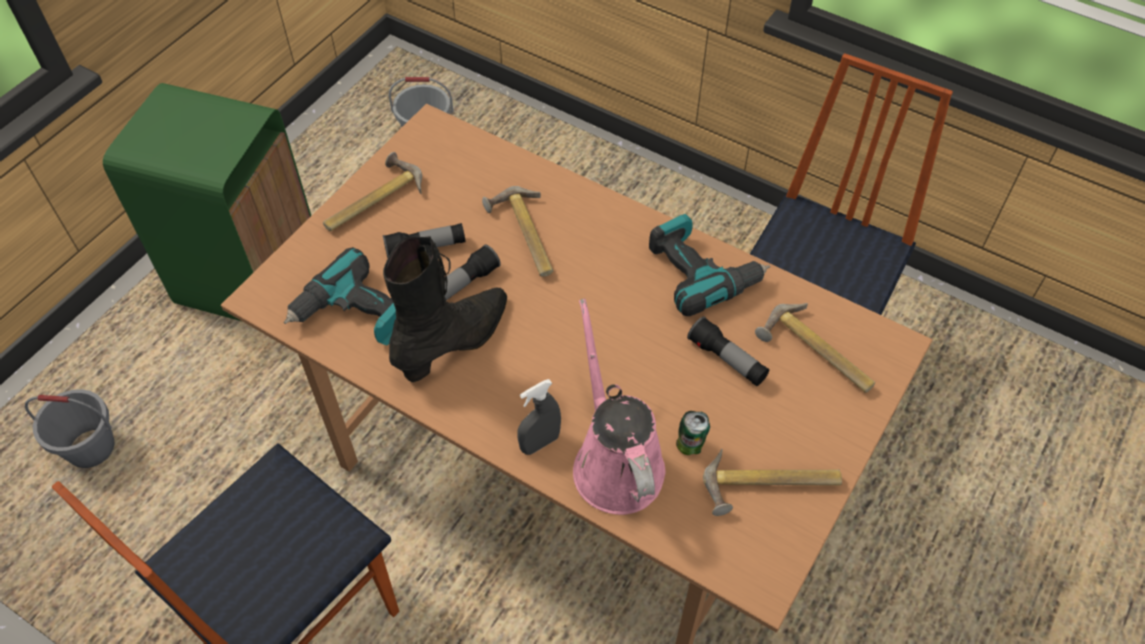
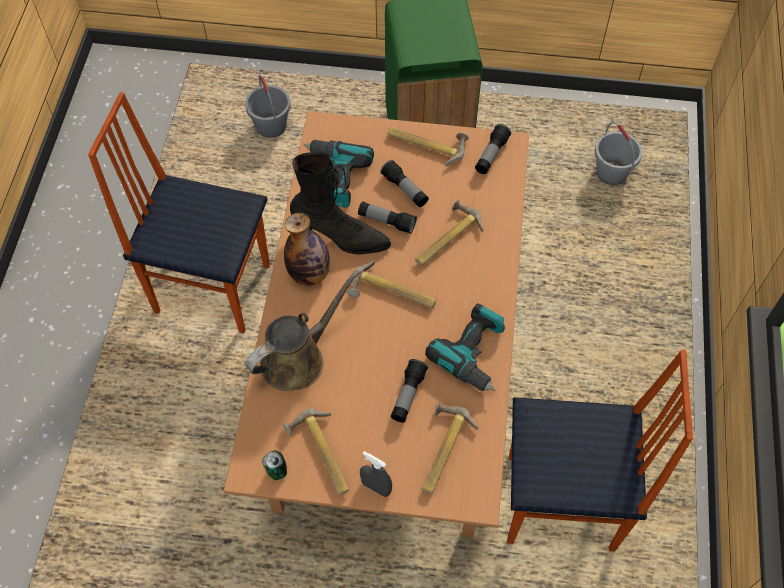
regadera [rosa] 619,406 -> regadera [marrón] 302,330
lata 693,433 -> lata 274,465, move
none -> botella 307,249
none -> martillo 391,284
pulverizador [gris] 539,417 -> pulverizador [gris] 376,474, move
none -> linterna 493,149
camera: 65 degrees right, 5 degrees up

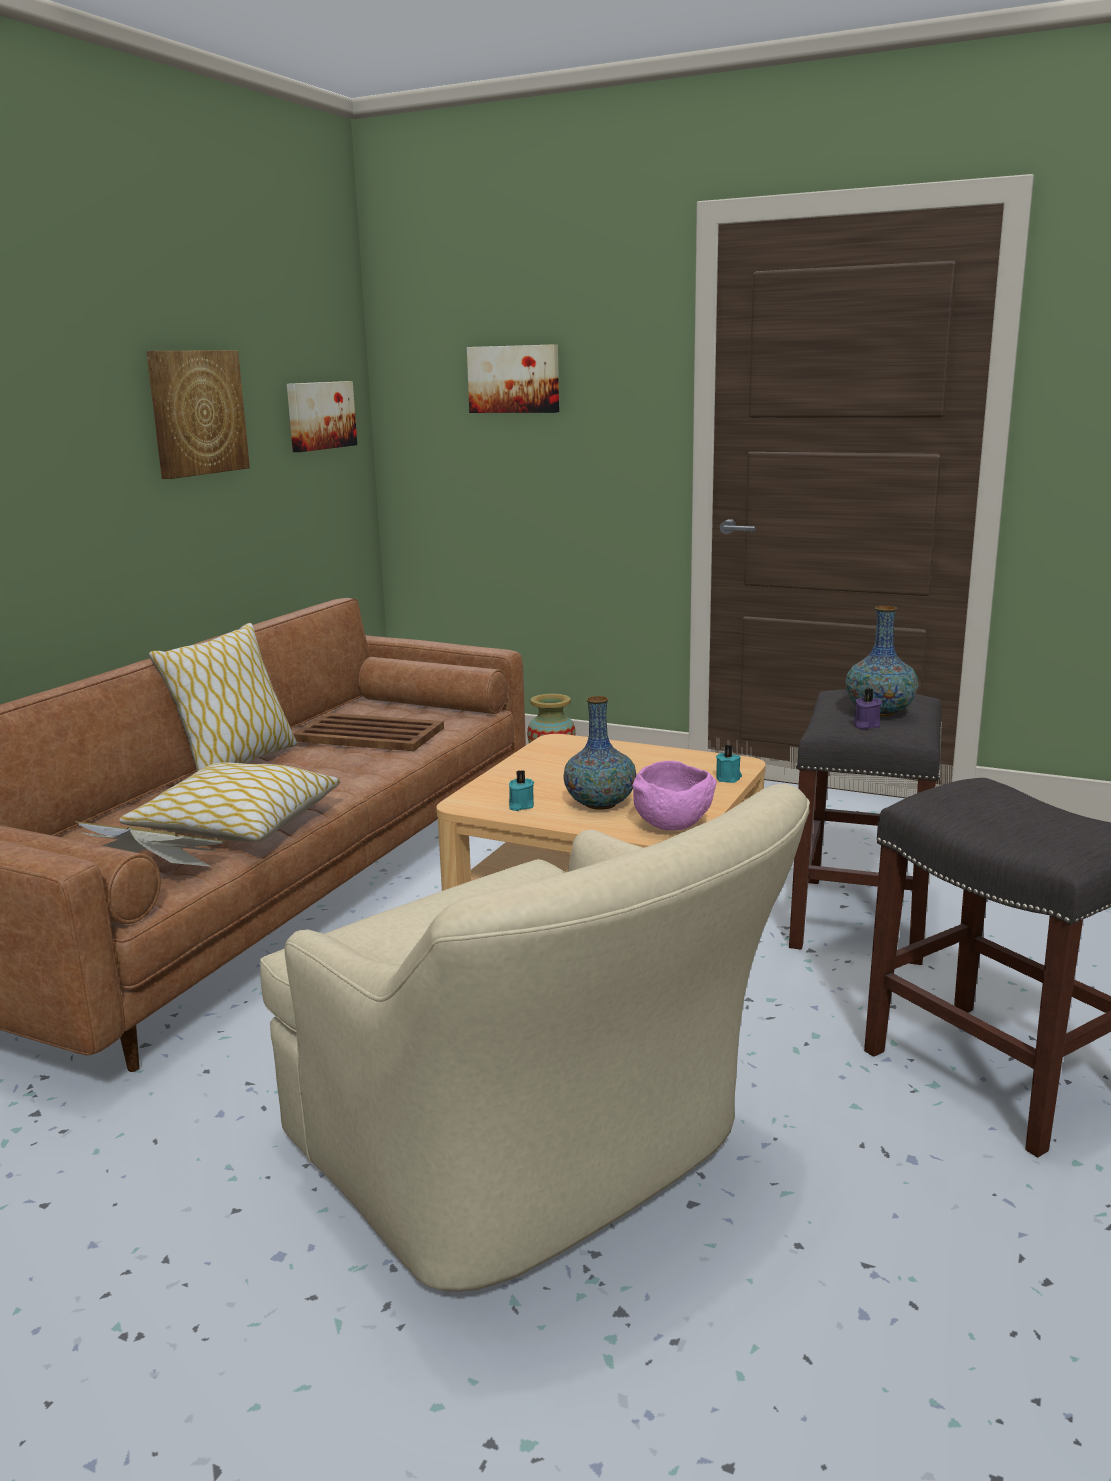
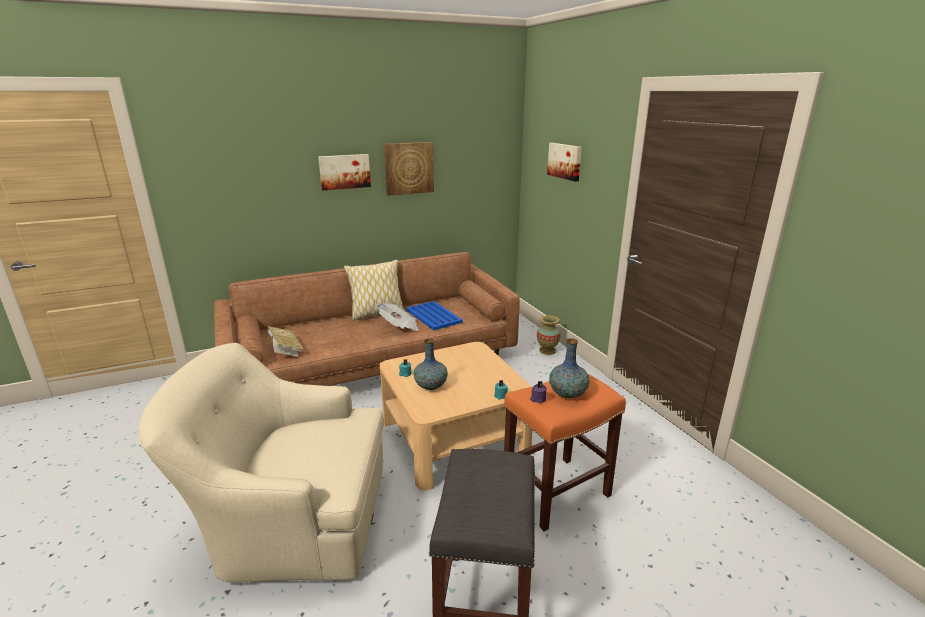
sillón [beis] 535,1038 -> sillón [beis] 261,462, 90 degrees clockwise
cuadro 322,416 -> cuadro 344,172, move
none -> periódico 397,317
bandeja [marrón] 368,732 -> bandeja [azul] 434,315
taburete [gris] 865,827 -> taburete [naranja] 565,452
cojín 229,802 -> none
cuenco [rosa] 674,796 -> none
camera: 40 degrees right, 5 degrees up

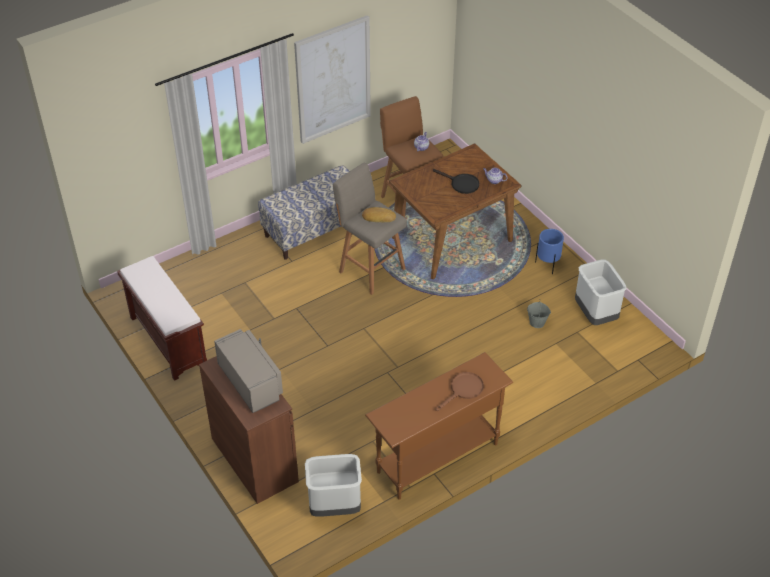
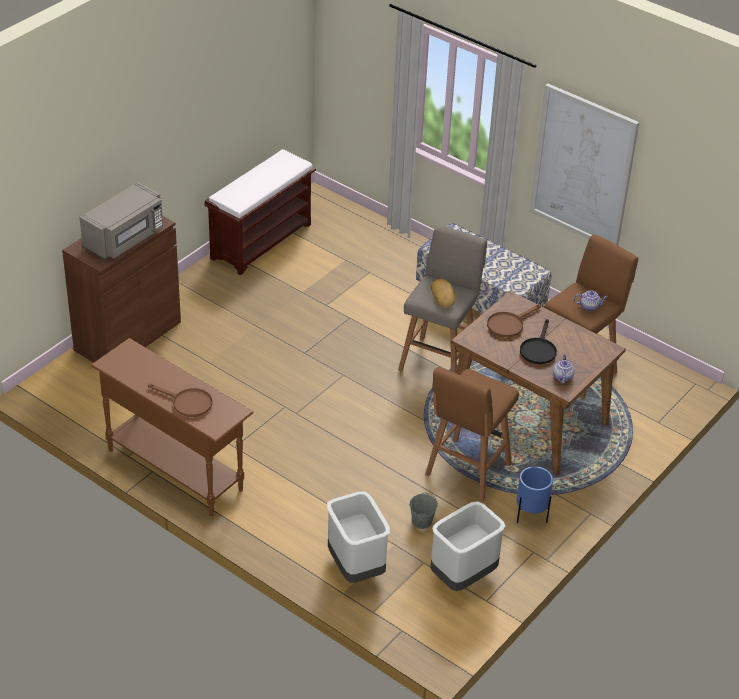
papelera [gris] 333,485 -> papelera [gris] 358,537, move
none -> taburete [marrón] 472,434
none -> sartén [marrón] 514,320
camera: 70 degrees right, 5 degrees down

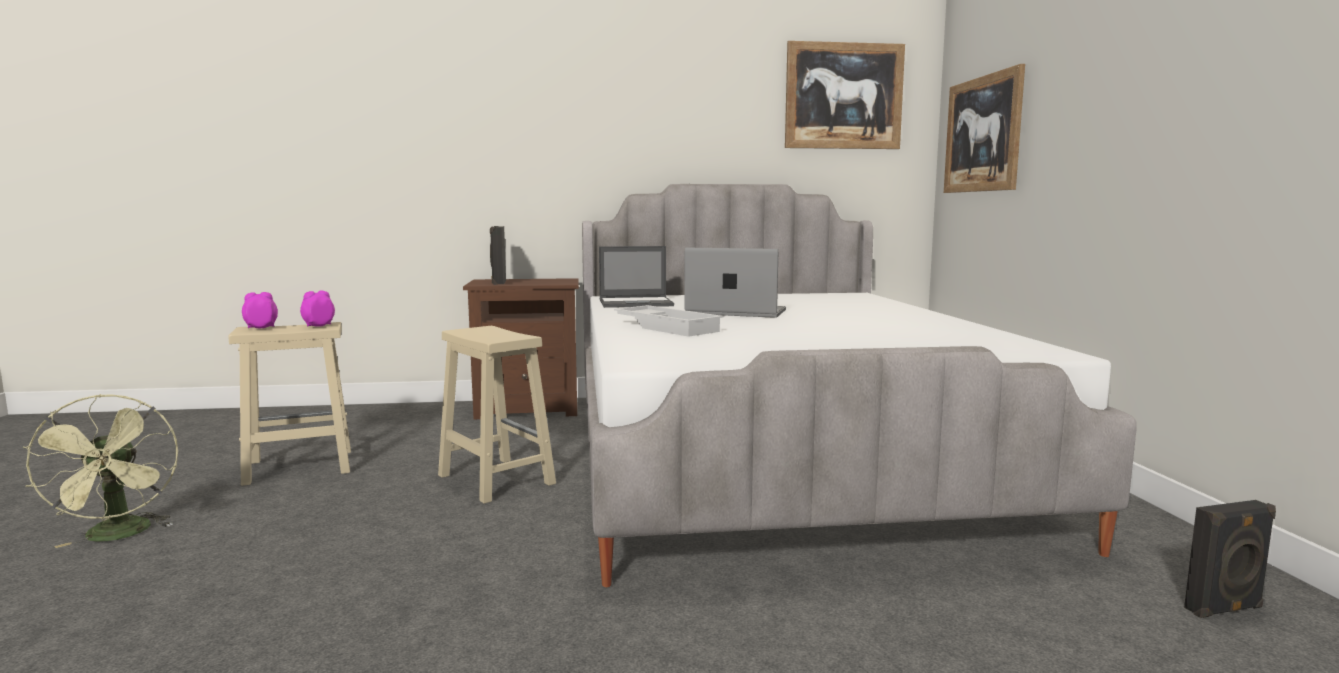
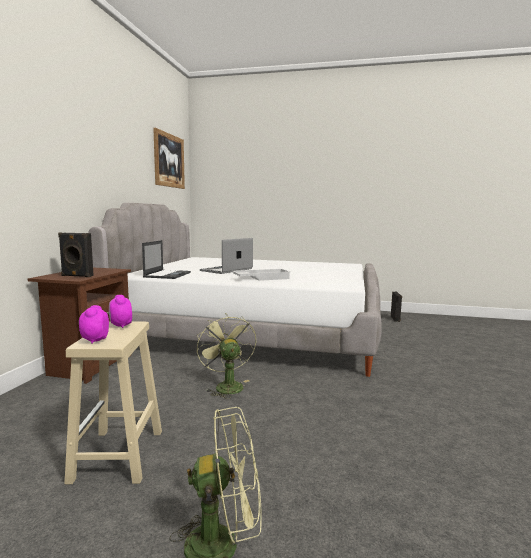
taburete [beis] 497,415 -> ventilador [verde] 226,356
cuadro 984,128 -> none
camera: 70 degrees left, 0 degrees up

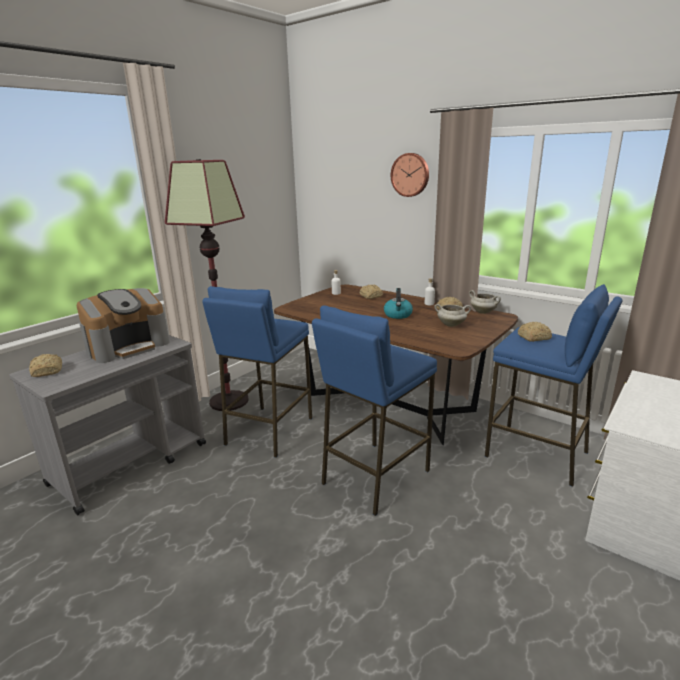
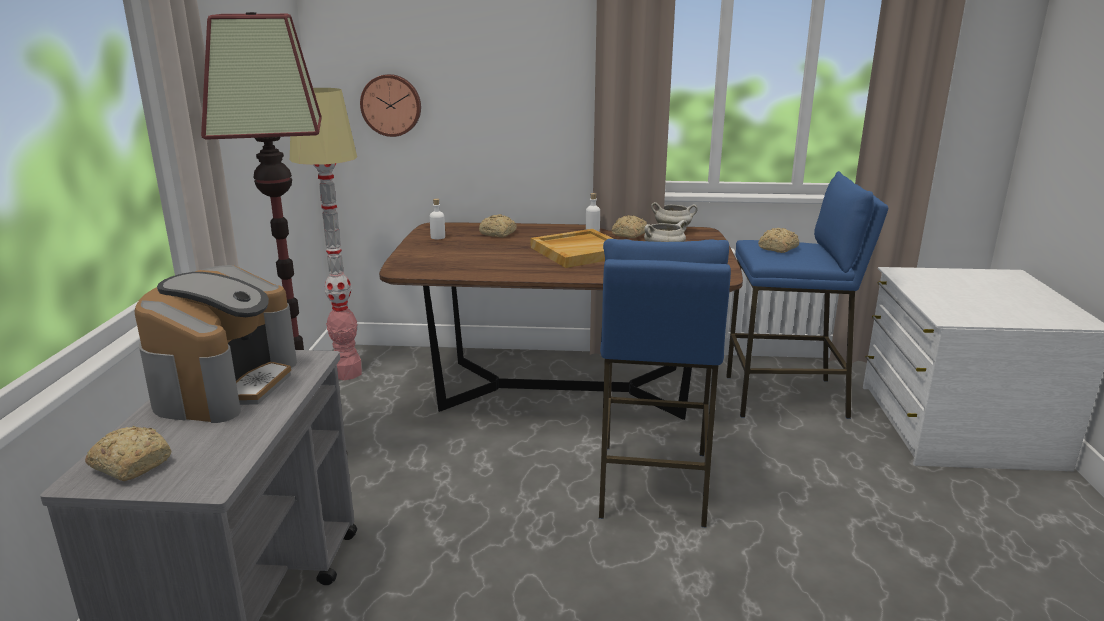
none -> lámpara de pie 326,234
reloj de pared 410,175 -> reloj de pared 390,105, move
hervidor 398,303 -> bandeja [beis] 572,248
taburete [azul] 257,372 -> none
camera: 35 degrees left, 0 degrees up

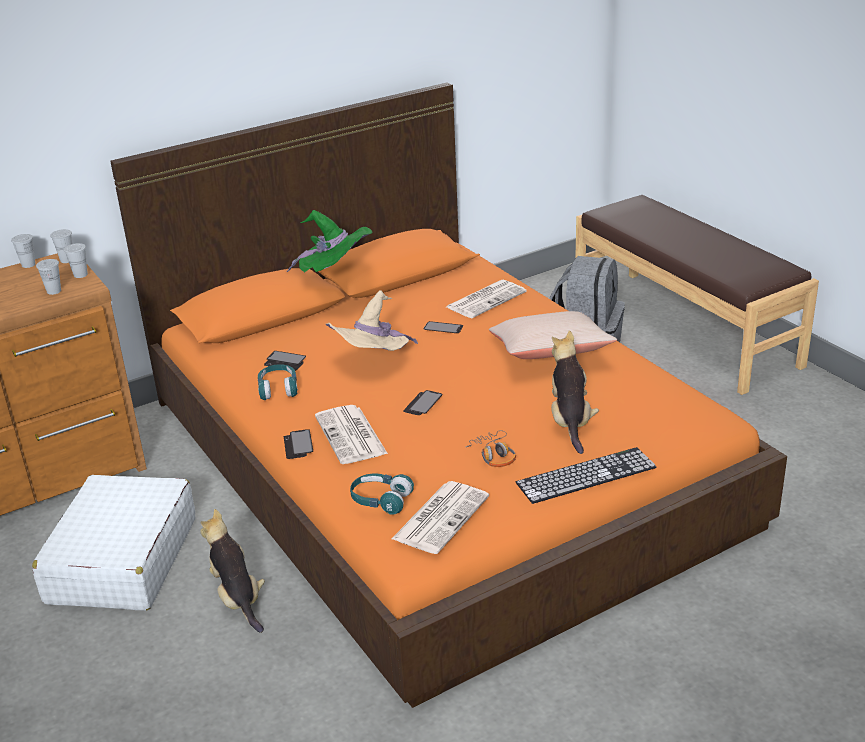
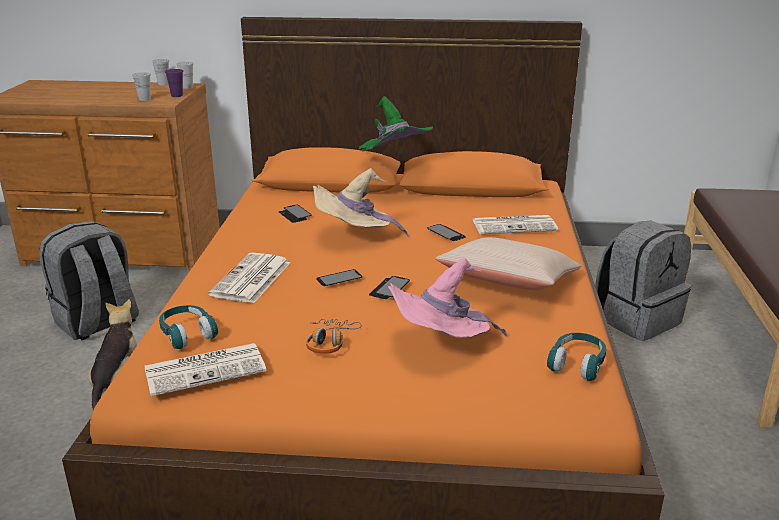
maleta [blanco] 113,543 -> mochila [gris] 89,280
taza [blanco] 76,260 -> taza [morado] 174,83
móvil 298,444 -> móvil 389,287, move
peluche 575,392 -> sombrero [rosa] 447,297
auriculares [turquesa] 278,382 -> auriculares [turquesa] 576,357, move
teclado 586,475 -> none
camera: 35 degrees right, 5 degrees down

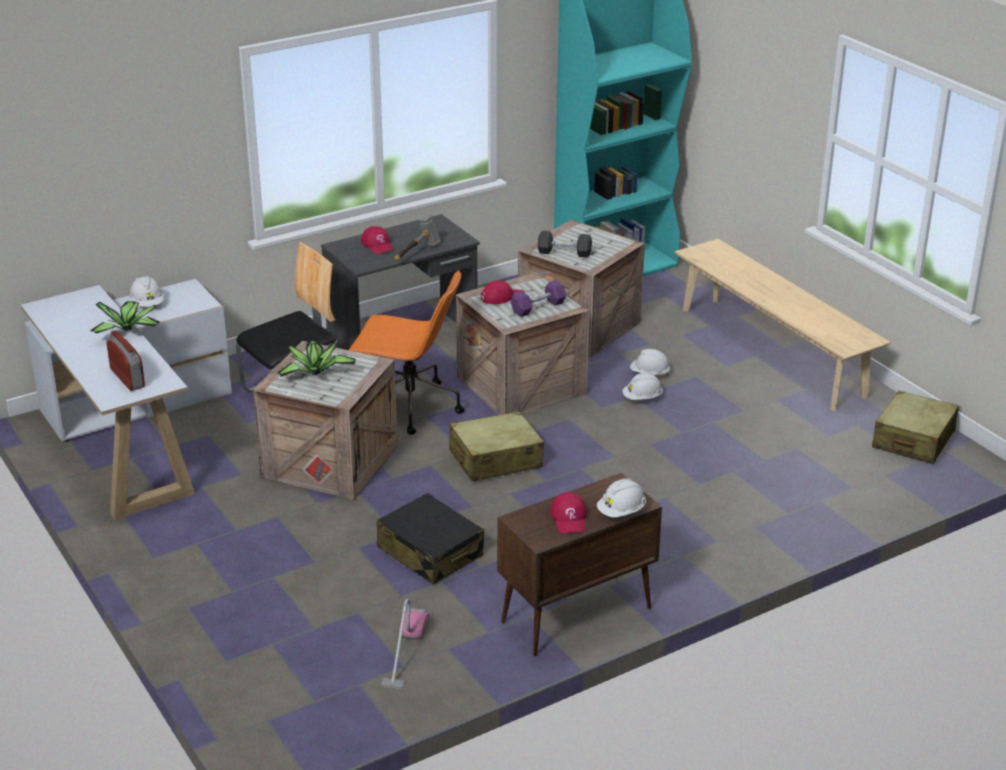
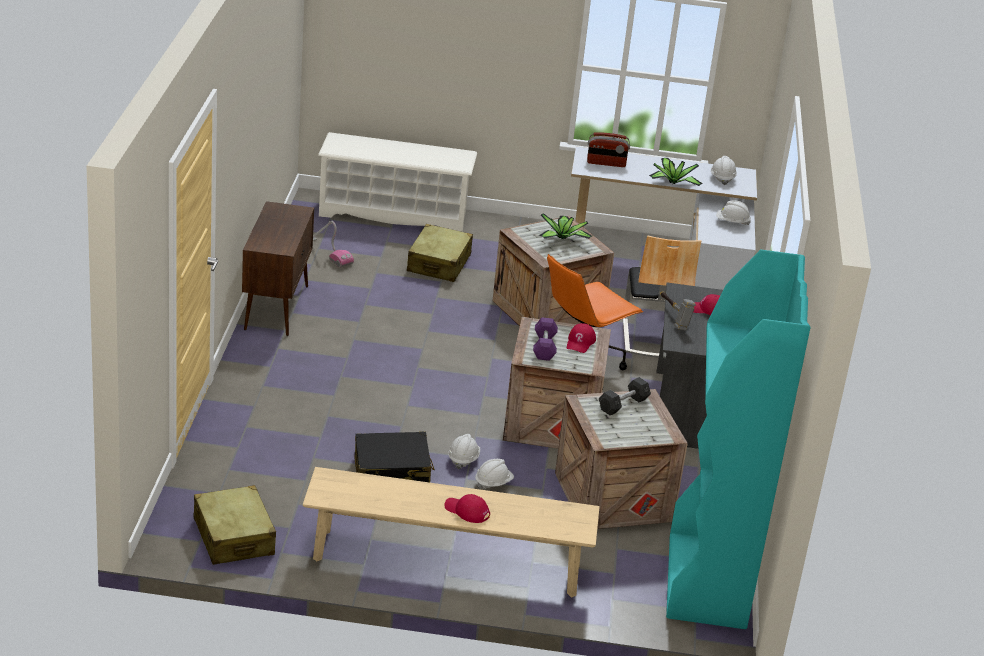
none -> zapatero [blanco] 397,182
maleta [negro] 430,539 -> maleta [negro] 394,457, move
maleta [beis] 496,446 -> maleta [beis] 440,253, move
gorra [rojo] 568,513 -> gorra [rojo] 467,508, move
casco [blanco] 621,497 -> casco [blanco] 724,170, move
camera: 125 degrees right, 0 degrees up

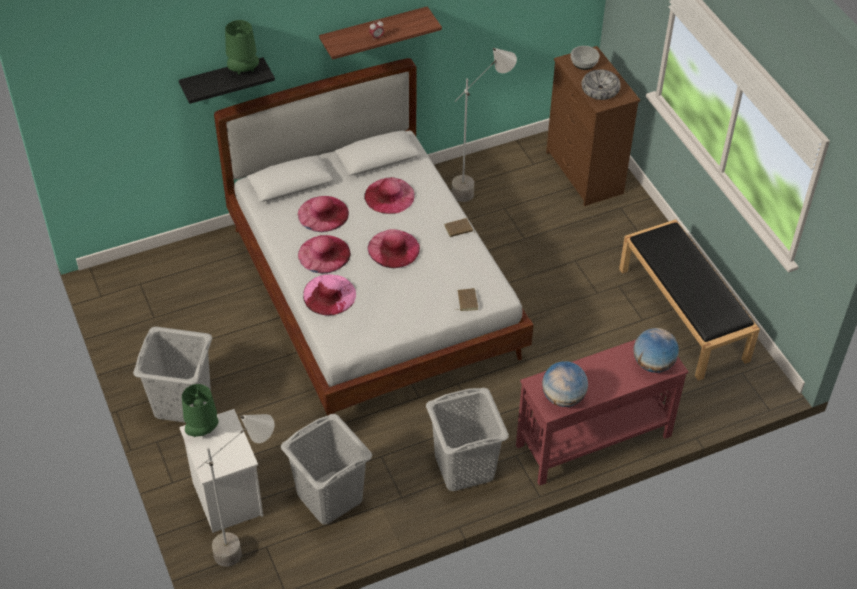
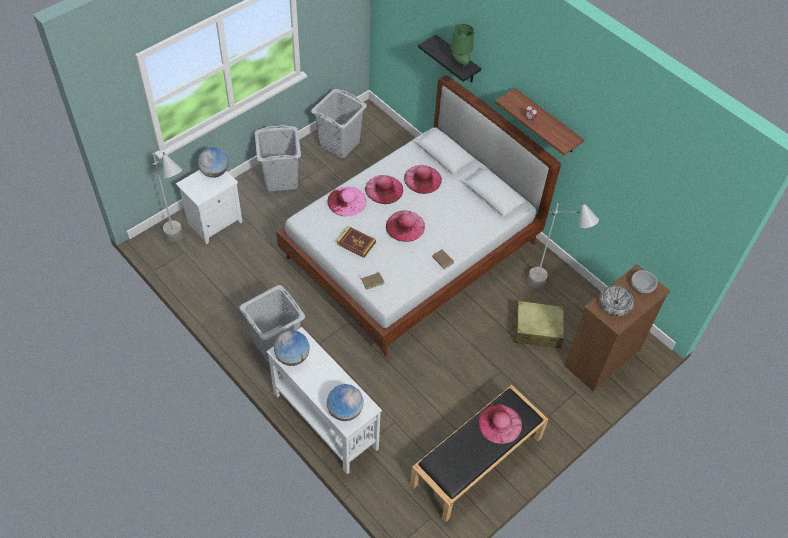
lámpara de mesa [verde] 200,410 -> globo terráqueo 213,162
mesa consola [rojo] 602,413 -> mesa consola [blanco] 324,400
cesto de la ropa [gris] 326,469 -> cesto de la ropa [gris] 339,123, move
none -> libro 356,242
sombrero [rosa] 389,195 -> sombrero [rosa] 500,424, move
none -> maleta [beis] 538,324
camera: 70 degrees right, 5 degrees up

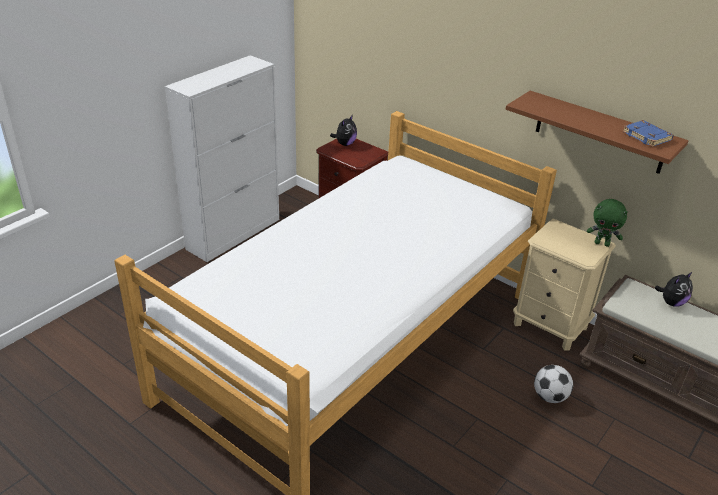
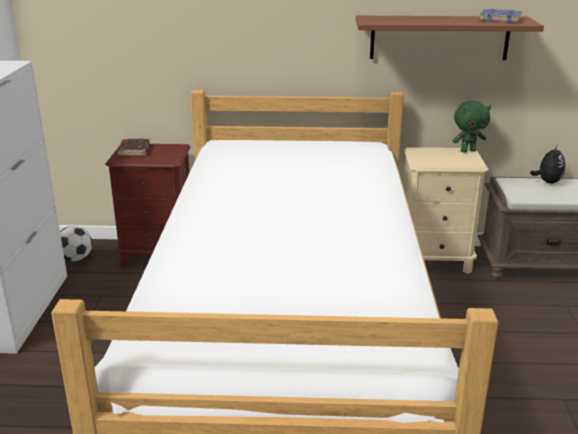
balón de fútbol 553,384 -> balón de fútbol 76,243, move
peluche 343,130 -> libro [marrón] 133,147
camera: 35 degrees left, 10 degrees down

